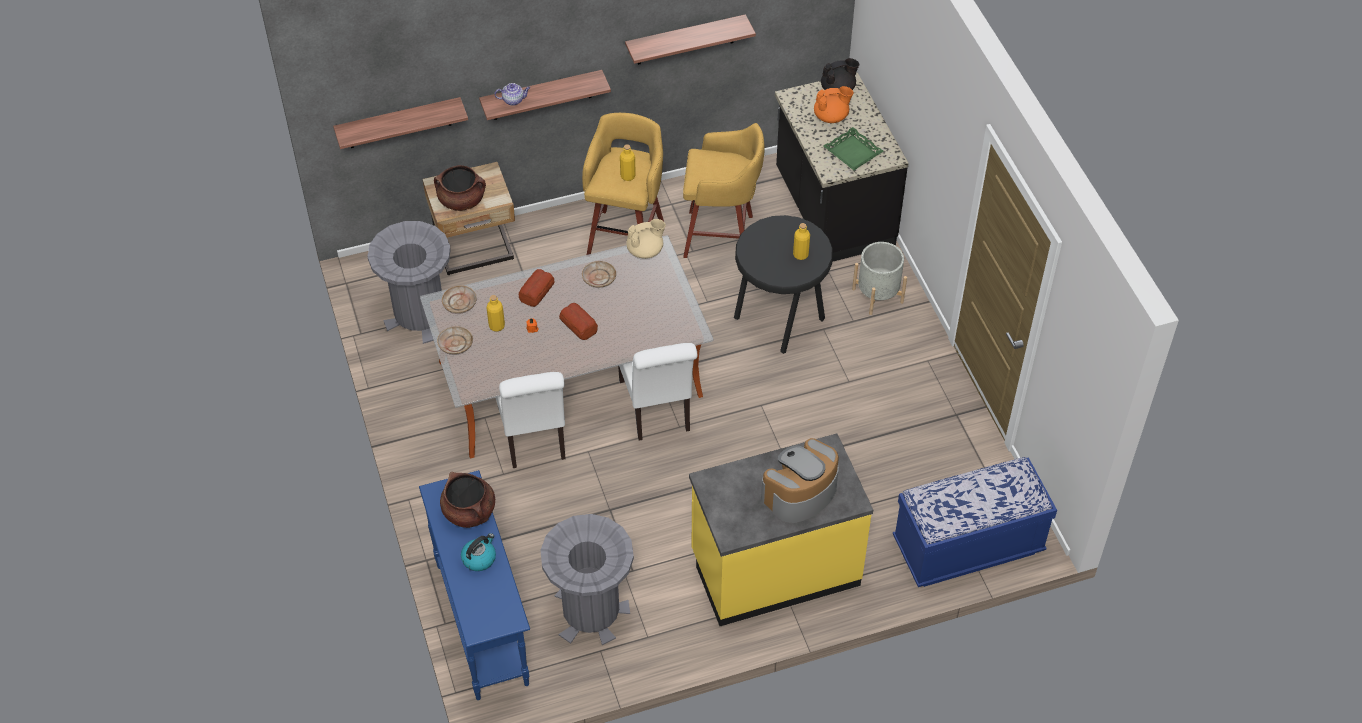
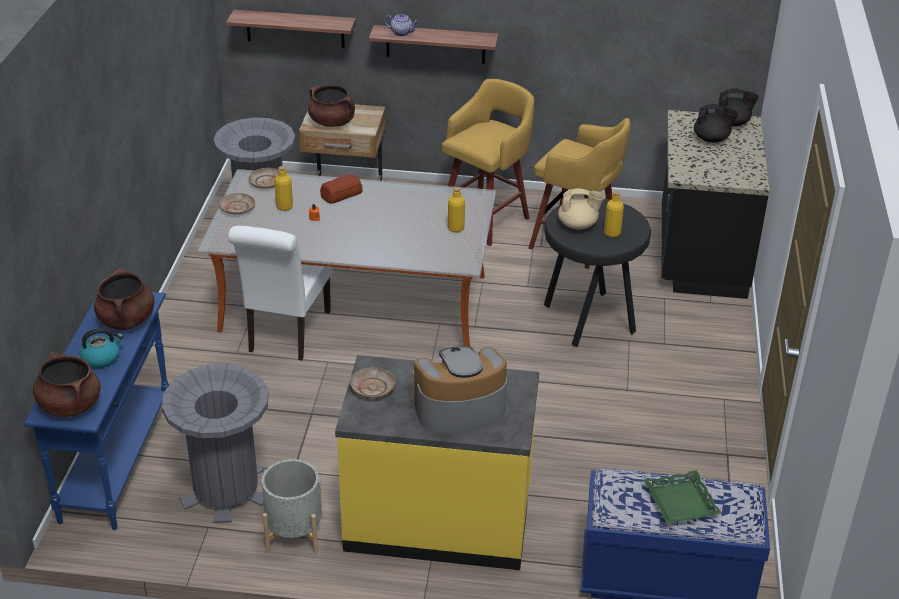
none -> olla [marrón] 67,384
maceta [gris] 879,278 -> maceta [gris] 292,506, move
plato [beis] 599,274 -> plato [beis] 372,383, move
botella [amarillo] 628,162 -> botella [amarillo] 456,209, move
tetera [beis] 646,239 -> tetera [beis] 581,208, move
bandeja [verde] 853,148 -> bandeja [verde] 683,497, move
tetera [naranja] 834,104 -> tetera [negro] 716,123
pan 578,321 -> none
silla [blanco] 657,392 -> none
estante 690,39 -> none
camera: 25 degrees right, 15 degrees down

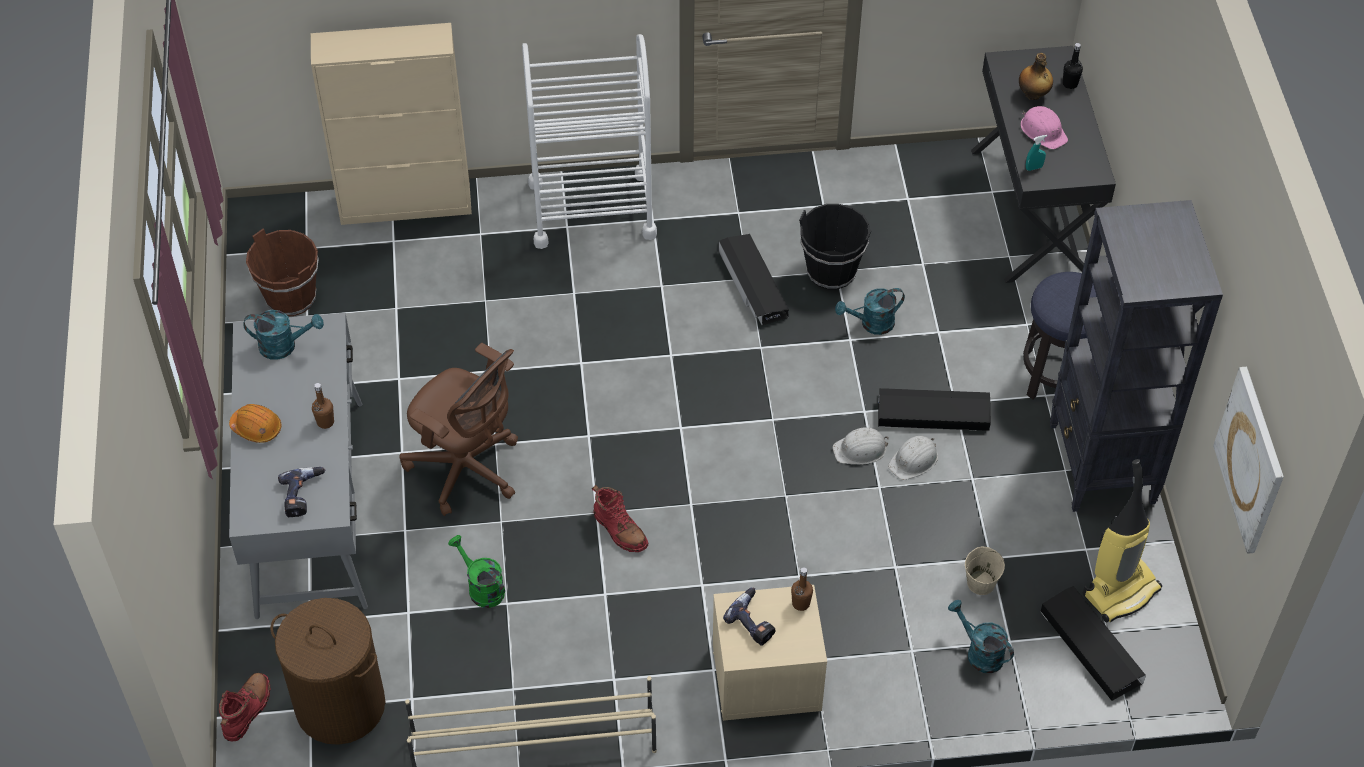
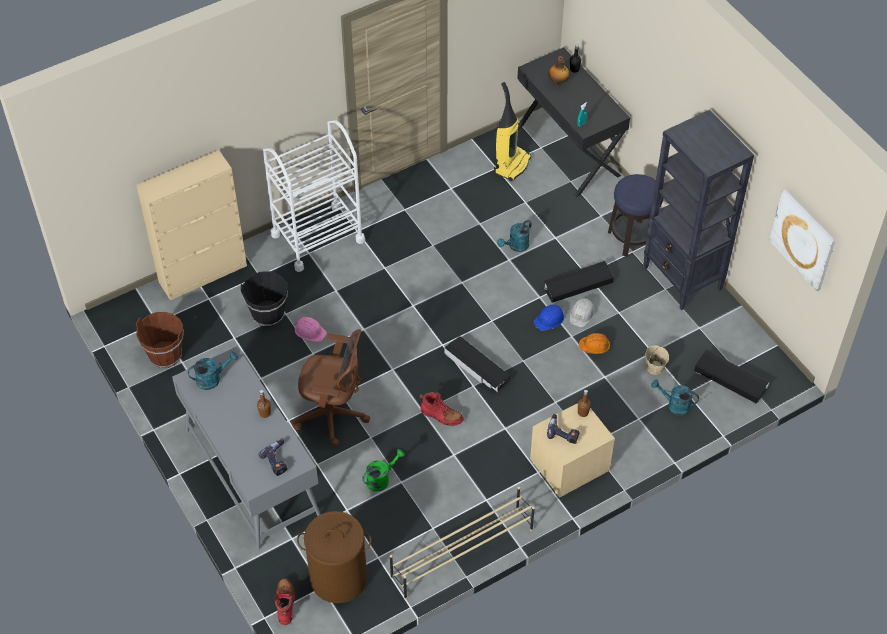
cubo [negro] 835,247 -> cubo [negro] 264,299, move
casco [rosa] 1044,127 -> casco [rosa] 310,329, move
regadera [verde] 476,571 -> regadera [verde] 383,470, 120 degrees clockwise
caja de almacenaje [negro] 753,280 -> caja de almacenaje [negro] 477,364, move
aspiradora 1122,540 -> aspiradora 512,131, move
casco [blanco] 861,446 -> casco [azul] 548,318
casco [naranja] 255,423 -> casco [naranja] 594,343, move
camera: 25 degrees left, 0 degrees up

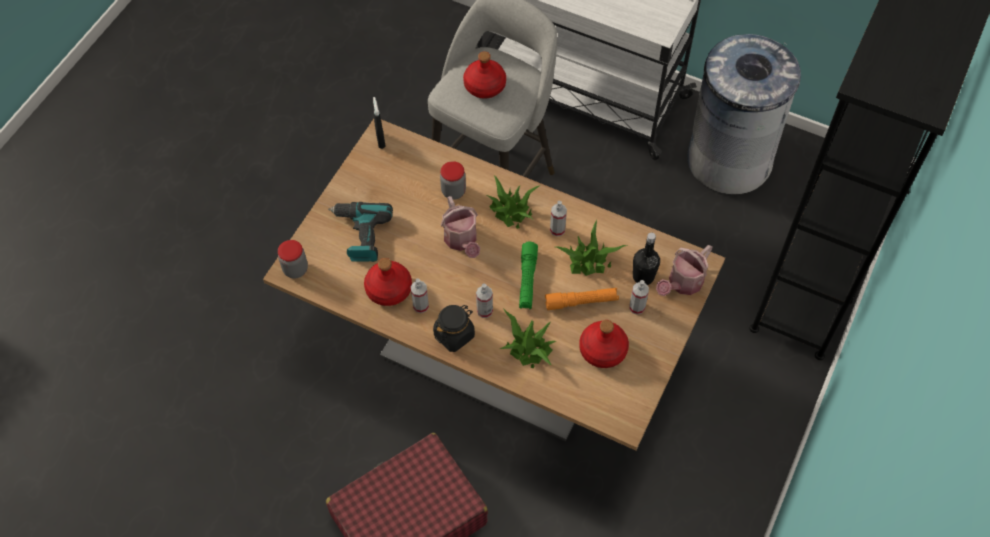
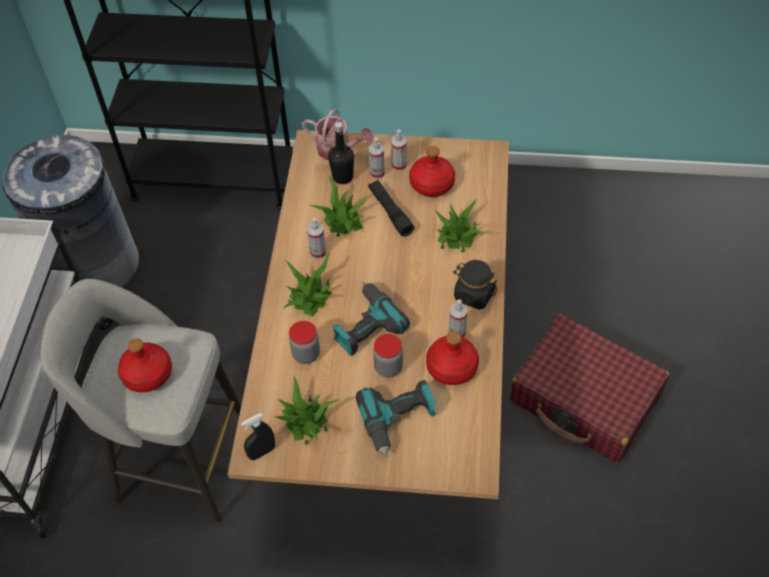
none -> planta en maceta 307,410
regadera 460,227 -> taladro 371,319
linterna [naranja] 582,299 -> linterna [negro] 391,208
tarro 293,259 -> tarro 388,355, move
pulverizador 484,300 -> pulverizador 399,150, move
linterna [verde] 528,275 -> none
camera: 110 degrees left, 5 degrees down

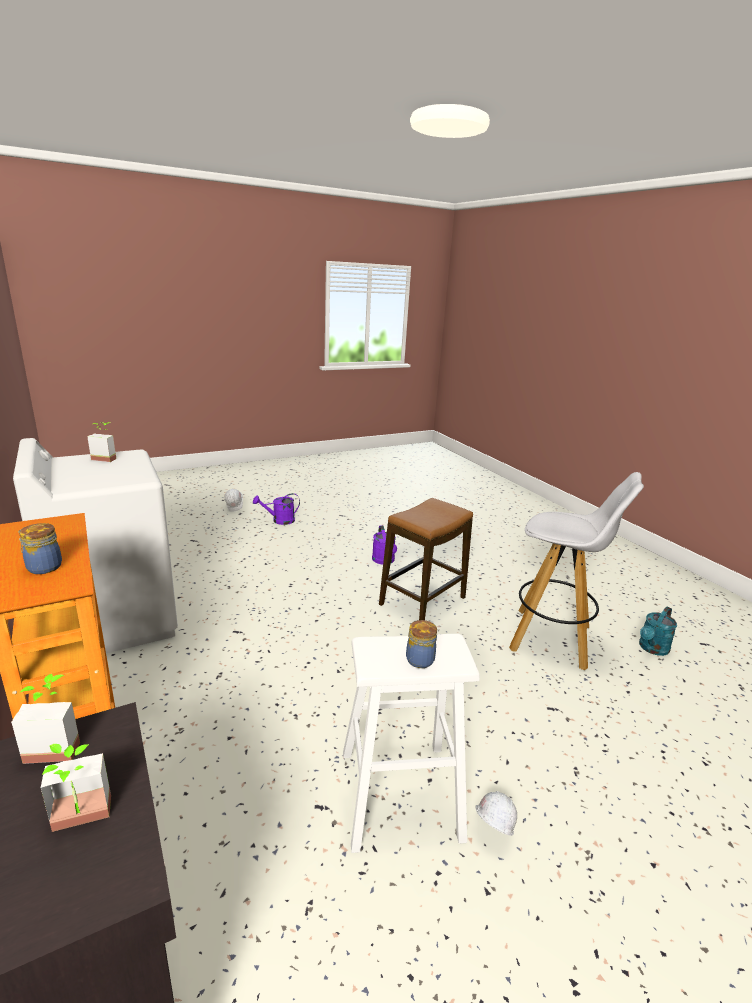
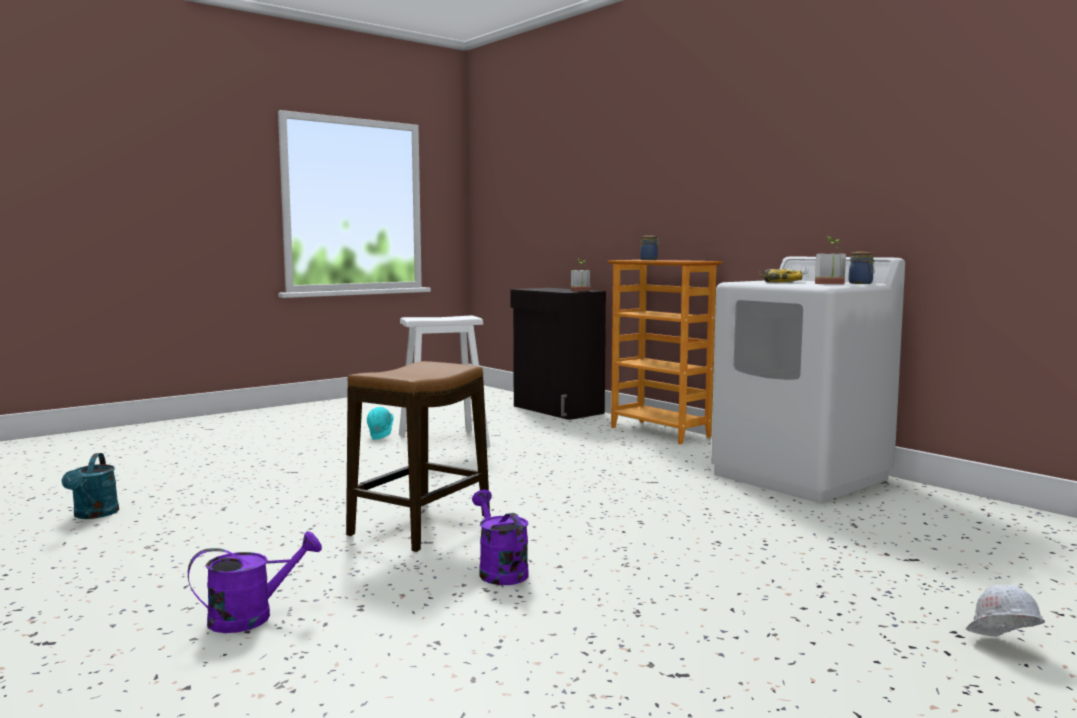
regadera [turquesa] 658,631 -> regadera [turquesa] 90,486, 135 degrees clockwise
regadera [morado] 276,509 -> regadera [morado] 255,582, move
casco [blanco] 496,813 -> casco [turquesa] 380,423
none -> taladro 780,276
tarro 421,644 -> tarro 862,268, move
planta en maceta 76,788 -> none
taburete [blanco] 576,571 -> none
camera: 170 degrees right, 15 degrees down

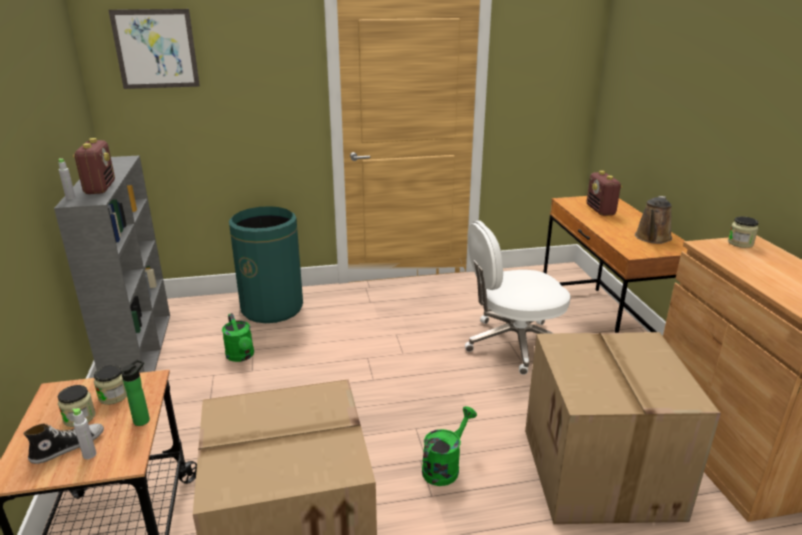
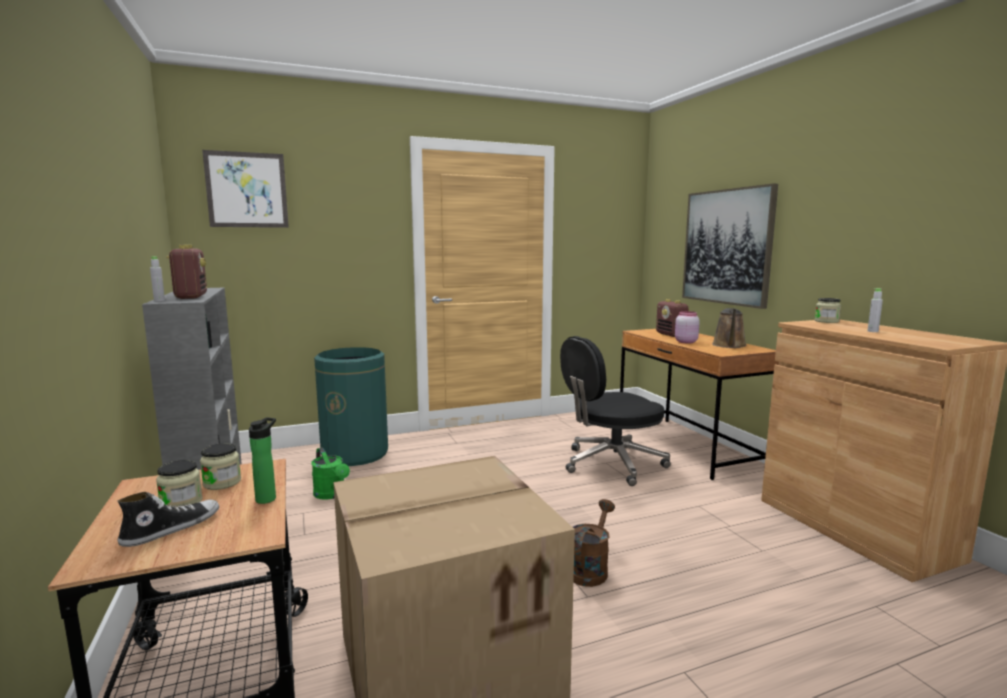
silla de oficina [blanco] 518,298 -> silla de oficina [negro] 615,411
regadera [verde] 449,446 -> regadera [marrón] 594,543
none -> tarro [rosa] 687,327
none -> cuadro 730,246
botella [gris] 84,433 -> botella [gris] 875,310, move
caja de cartón 623,428 -> none
camera: 10 degrees left, 15 degrees down

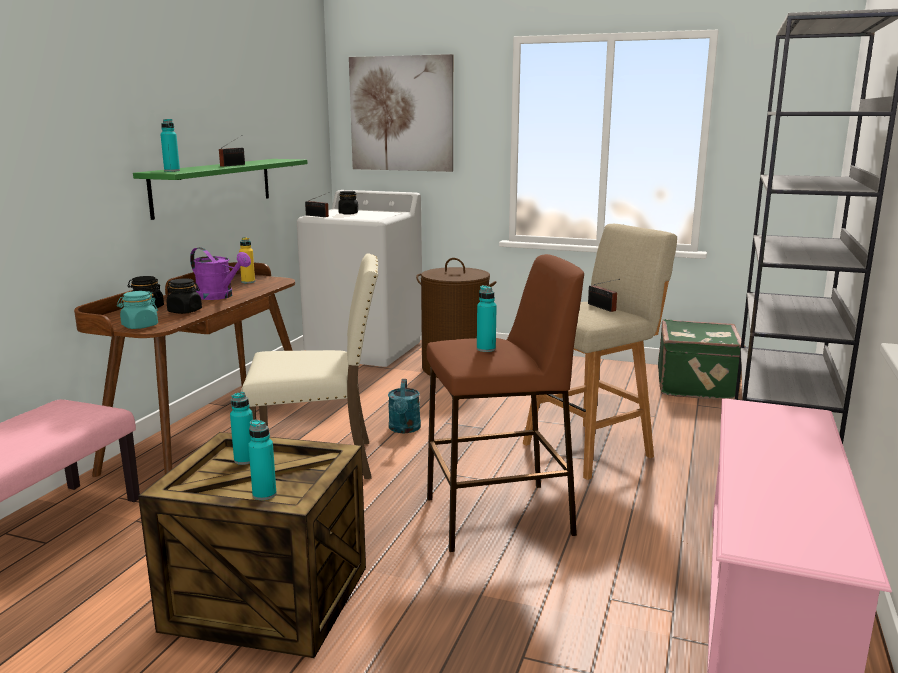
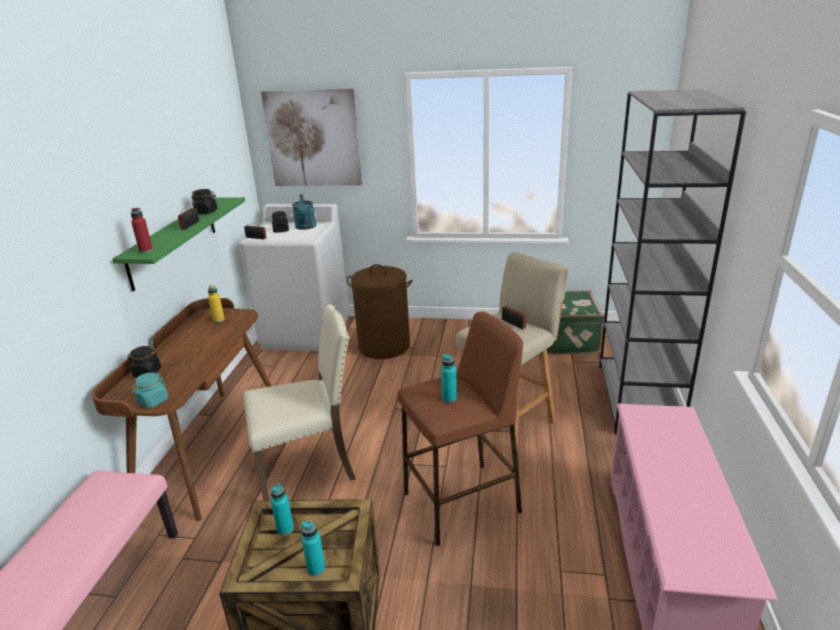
botella [turquesa] 170,145 -> botella [rojo] 142,230
tarro [negro] 184,296 -> tarro [negro] 204,201, move
regadera [turquesa] 404,406 -> regadera [turquesa] 304,212, move
regadera [morado] 220,273 -> none
camera: 10 degrees left, 10 degrees up

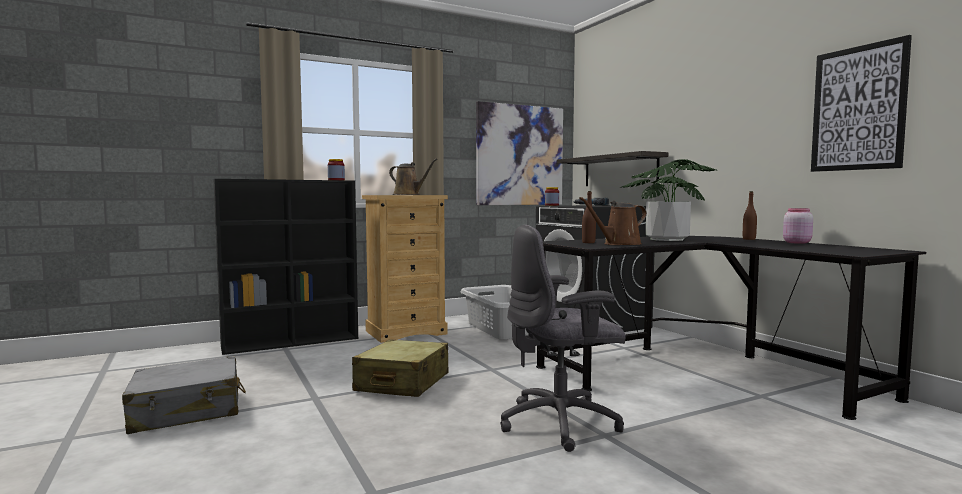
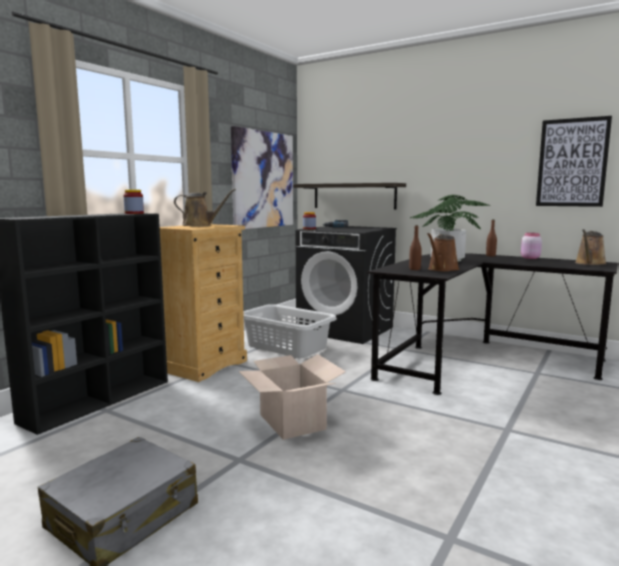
maleta [beis] 400,368 -> caja de cartón 292,397
none -> regadera [marrón] 591,247
silla de oficina [gris] 563,338 -> none
camera: 30 degrees left, 5 degrees up

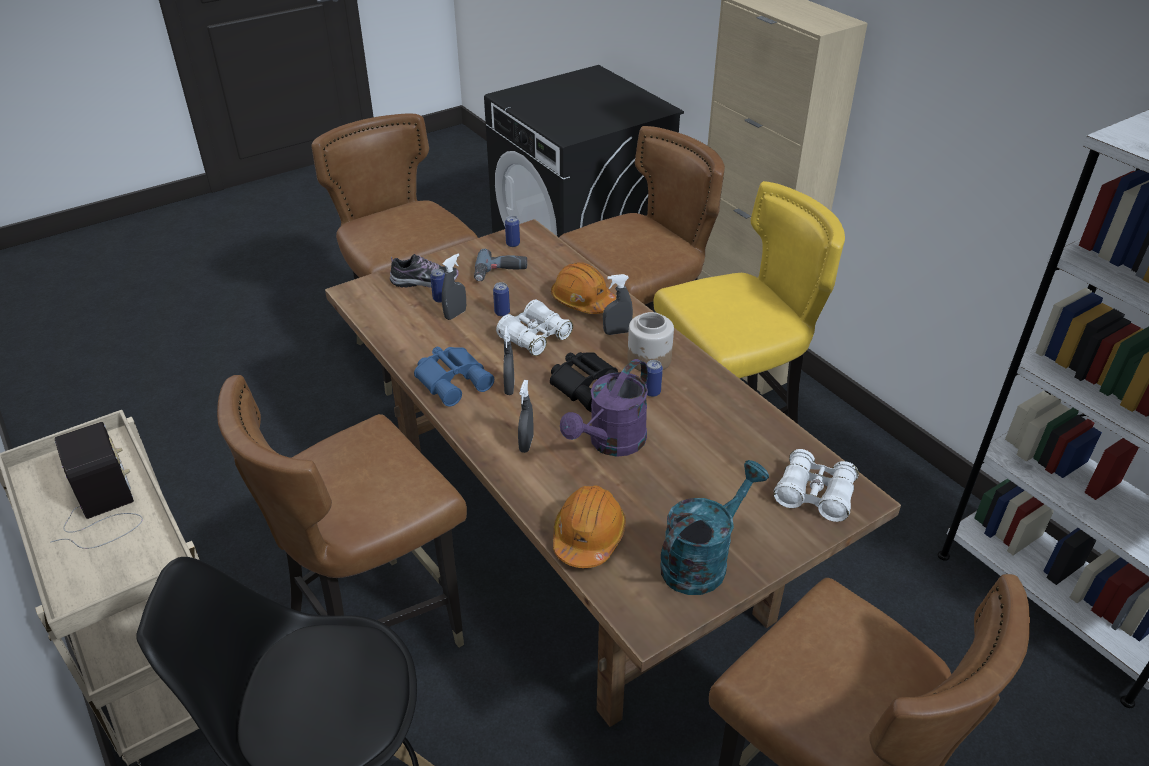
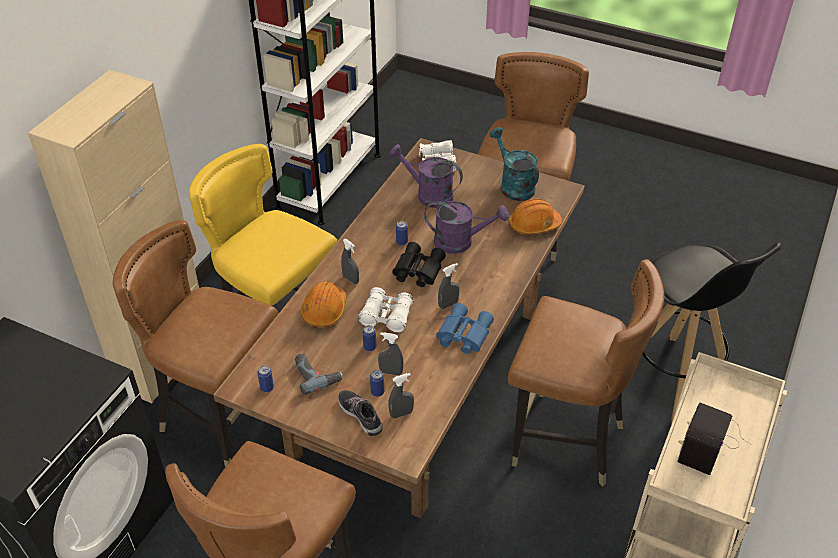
pulverizador [gris] 526,416 -> pulverizador [gris] 401,395, move
none -> regadera [morado] 426,176
regadera [turquesa] 714,527 -> regadera [turquesa] 514,164, 45 degrees clockwise
tarro 650,341 -> none
camera: 120 degrees left, 5 degrees up

